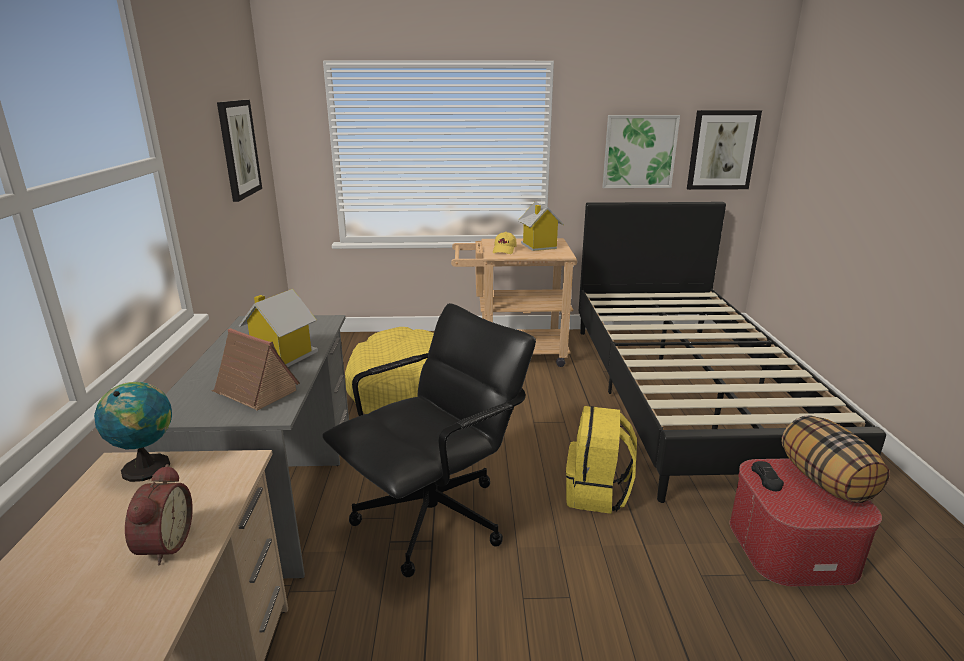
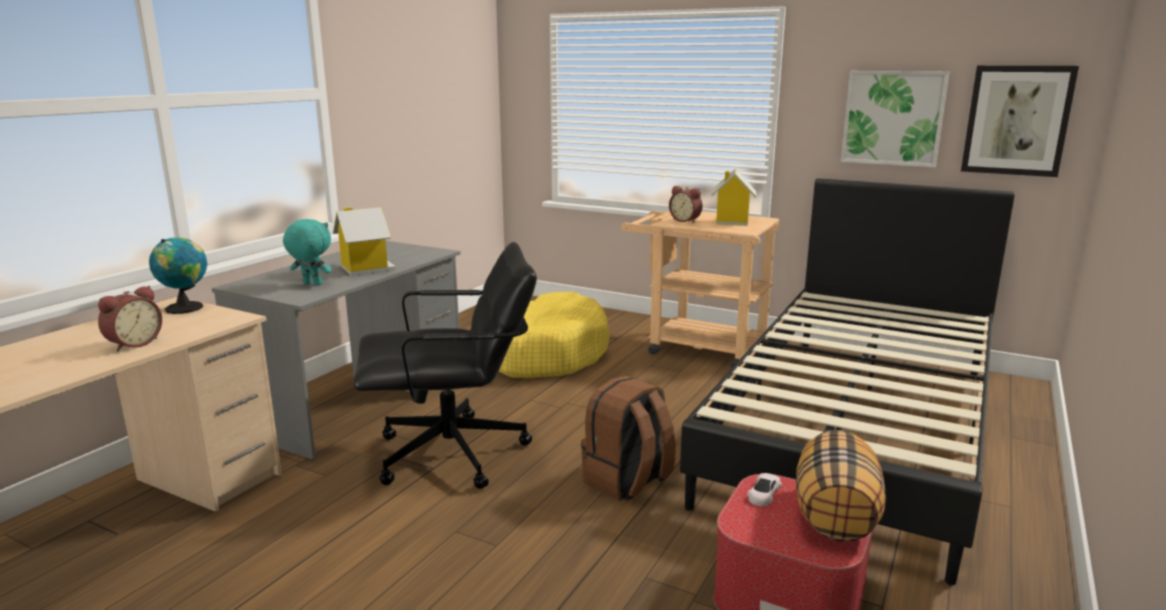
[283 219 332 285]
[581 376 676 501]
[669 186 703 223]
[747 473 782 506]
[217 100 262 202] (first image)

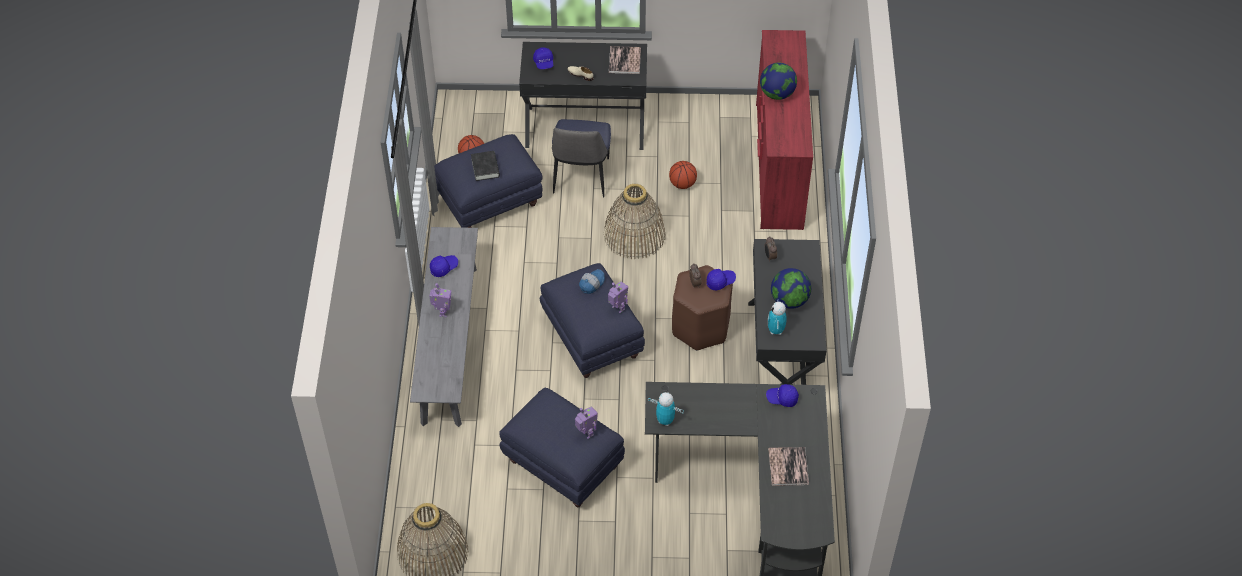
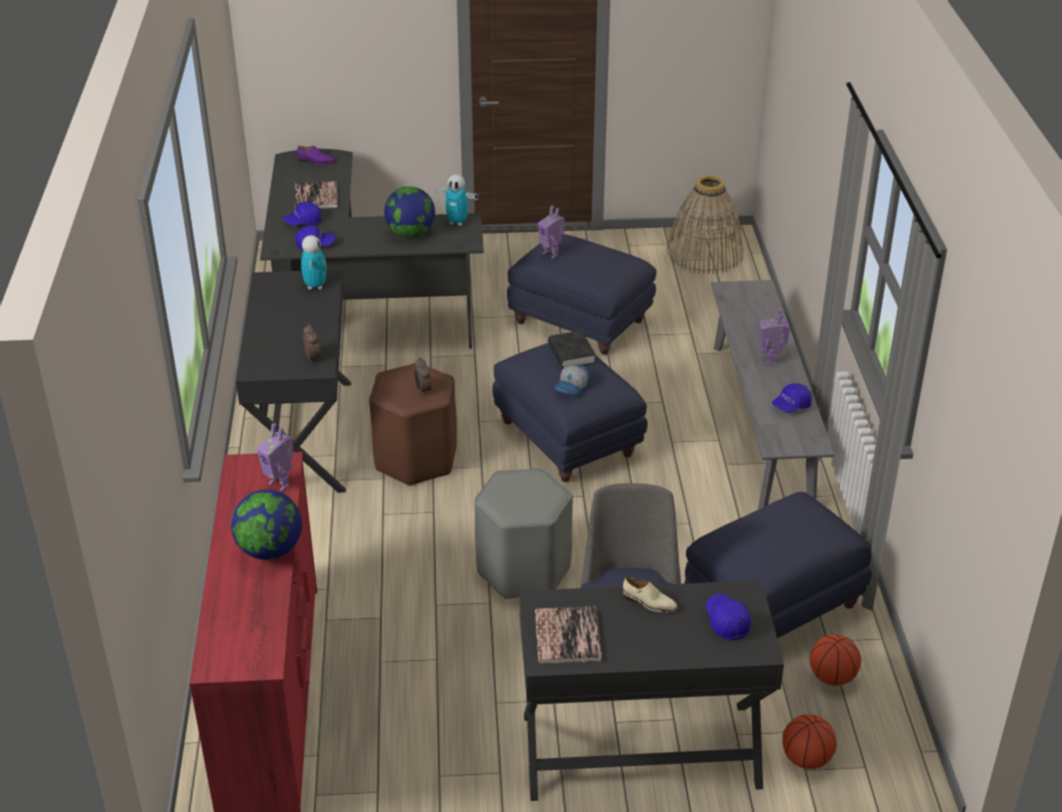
[257 423 294 491]
[283 202 321 225]
[297 146 335 165]
[384 186 435 238]
[474 468 573 599]
[548 330 596 369]
[782 714 836 769]

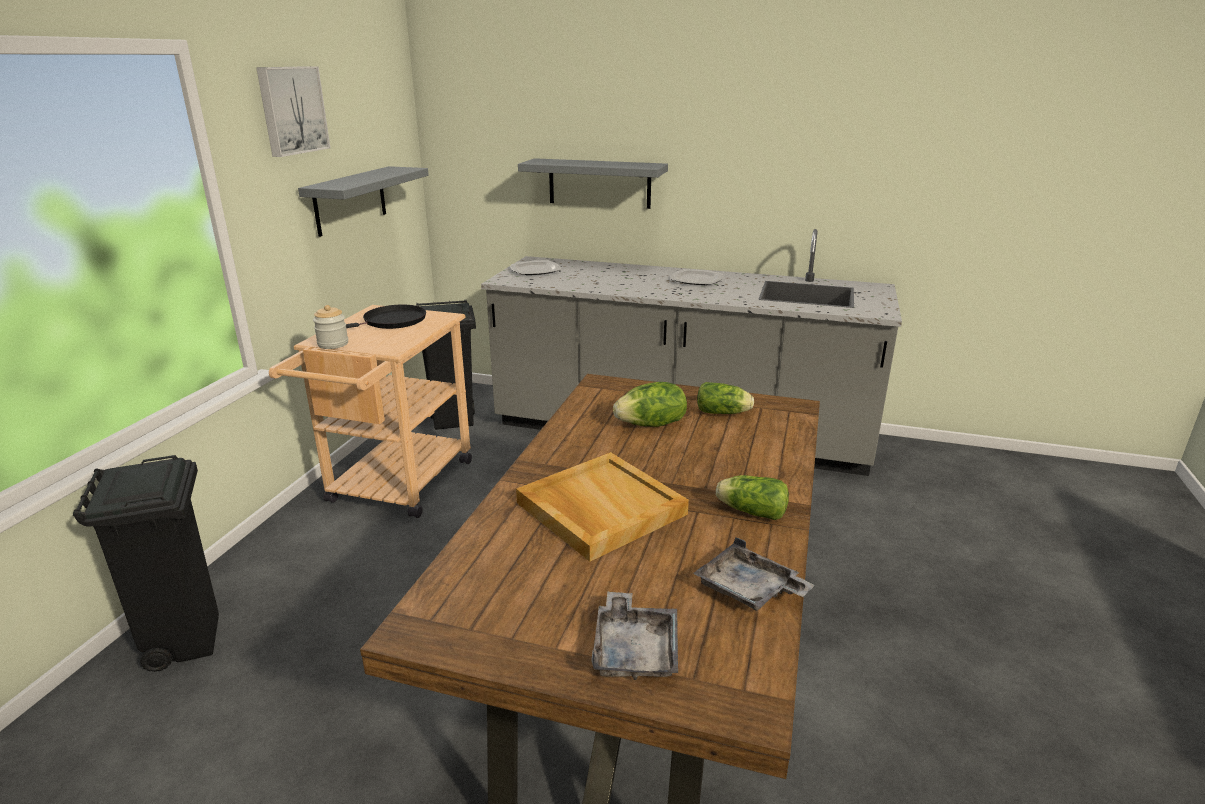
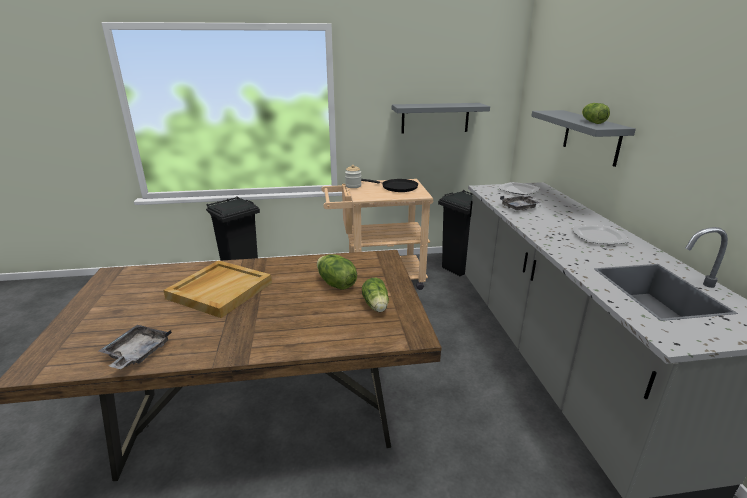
[500 195 540 210]
[582 103 610 124]
[256 66 330 157] (first image)

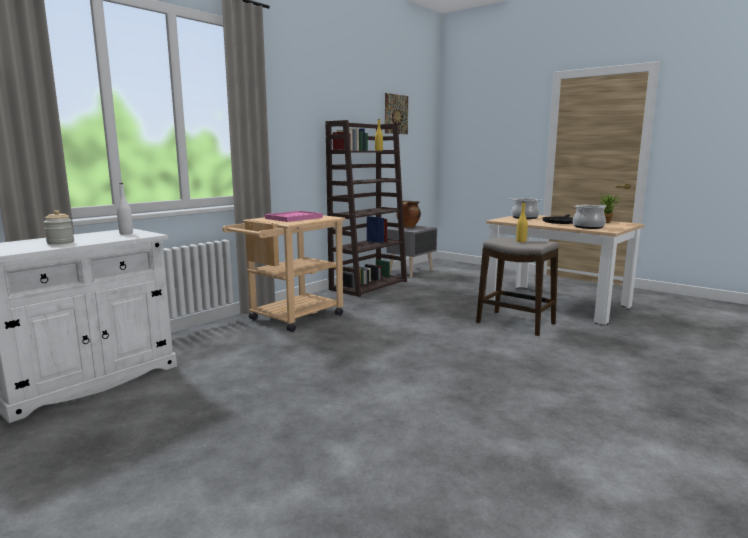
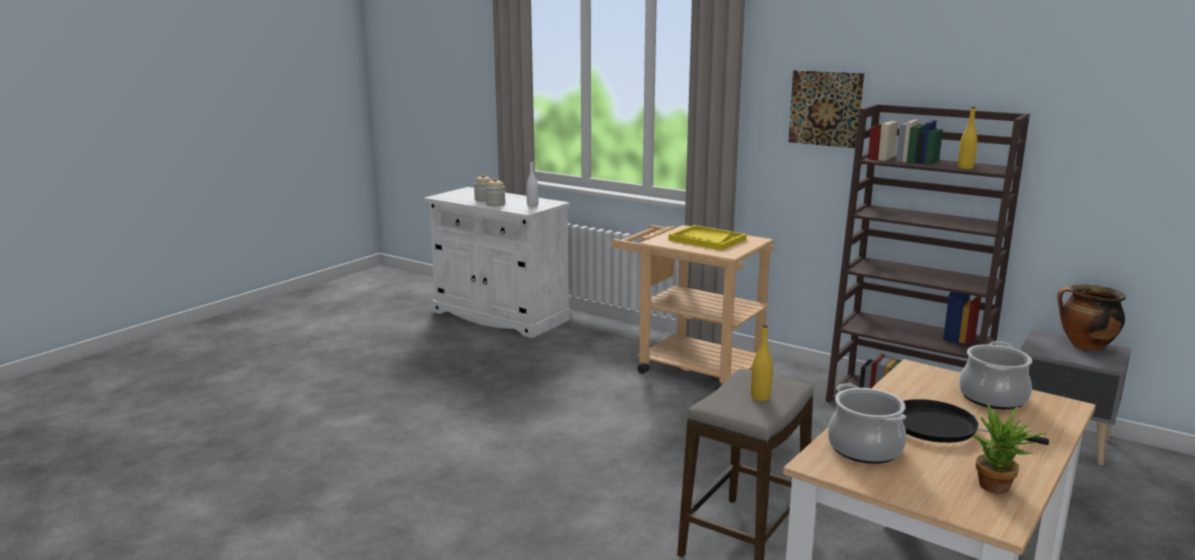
[485 178 505 206]
[668 225 747 250]
[788 70 864 148]

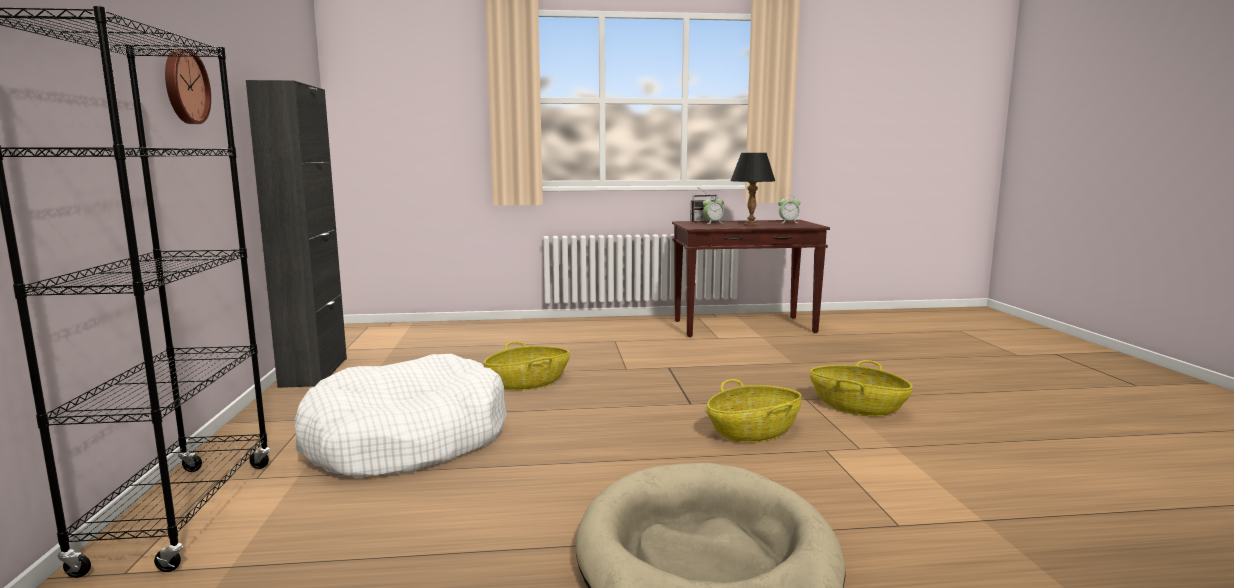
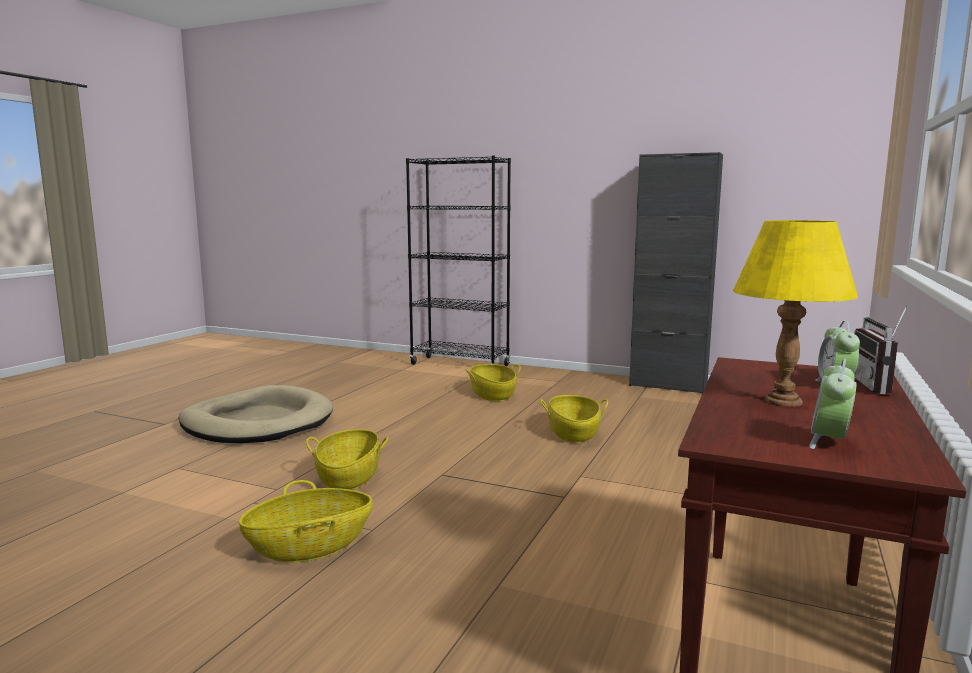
[465 364 521 401]
[733 220 858 407]
[165 48 211 124] (first image)

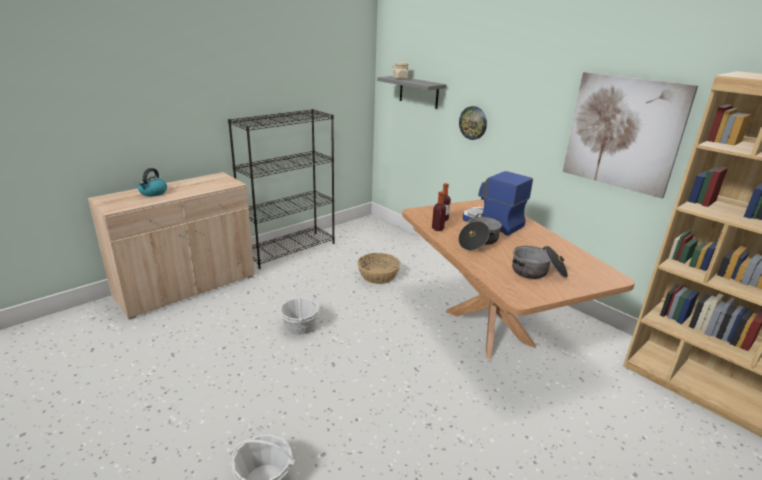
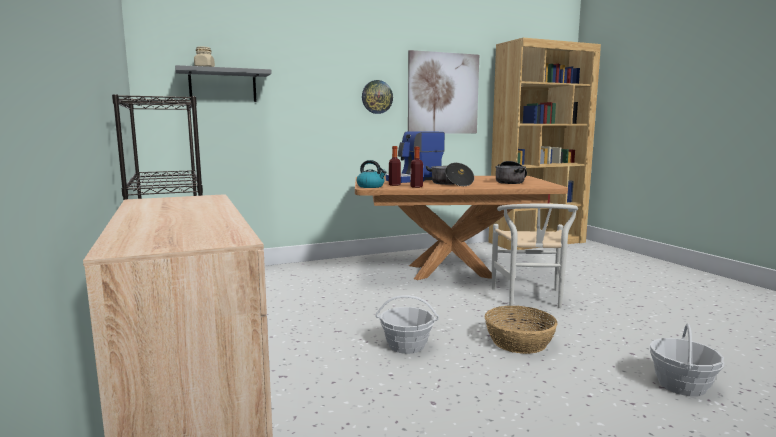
[357 160 387 188]
[362 80 393 114]
[485 306 558 354]
[492 204 578 308]

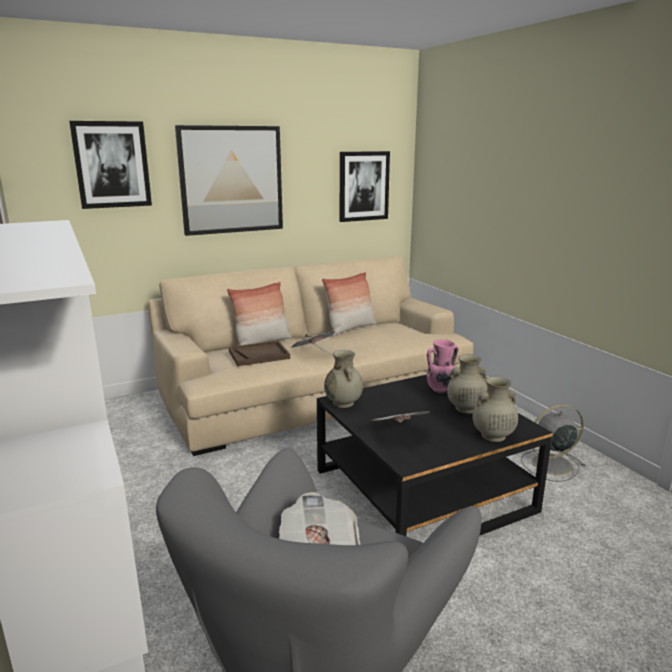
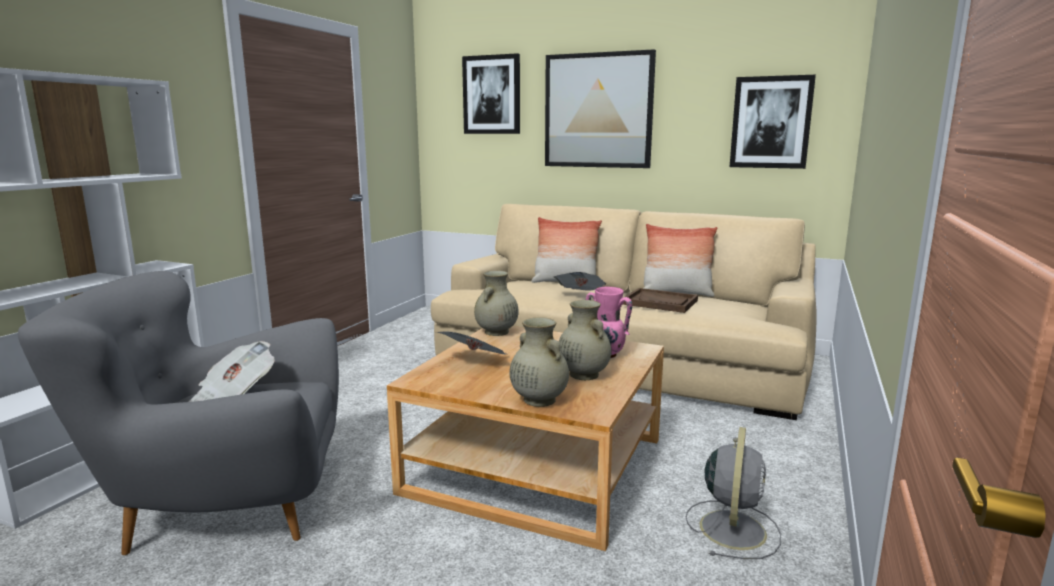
[387 326 664 551]
[622 288 698 313]
[686 427 781 559]

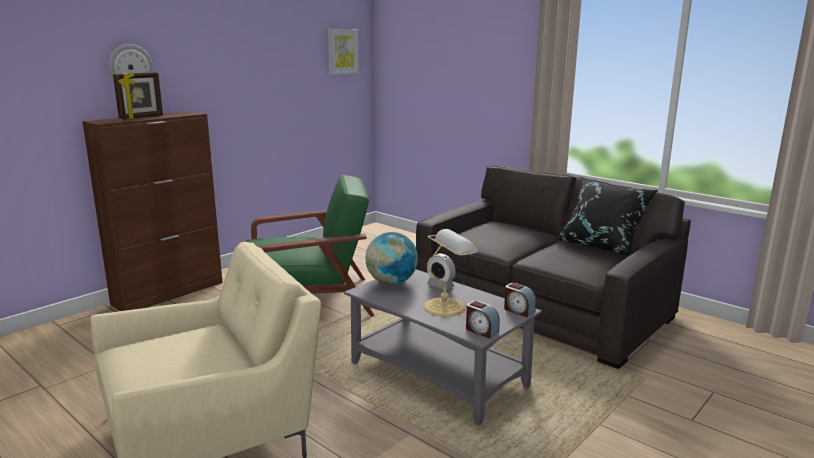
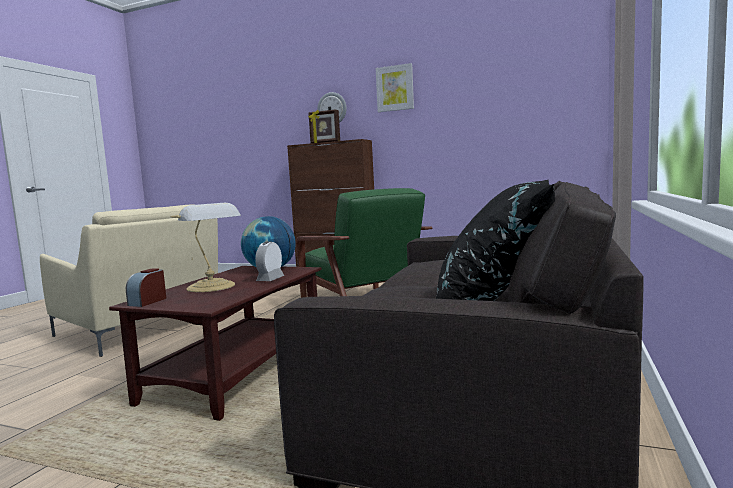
[109 266 321 421]
[376 63 414 112]
[504 283 536 317] (first image)

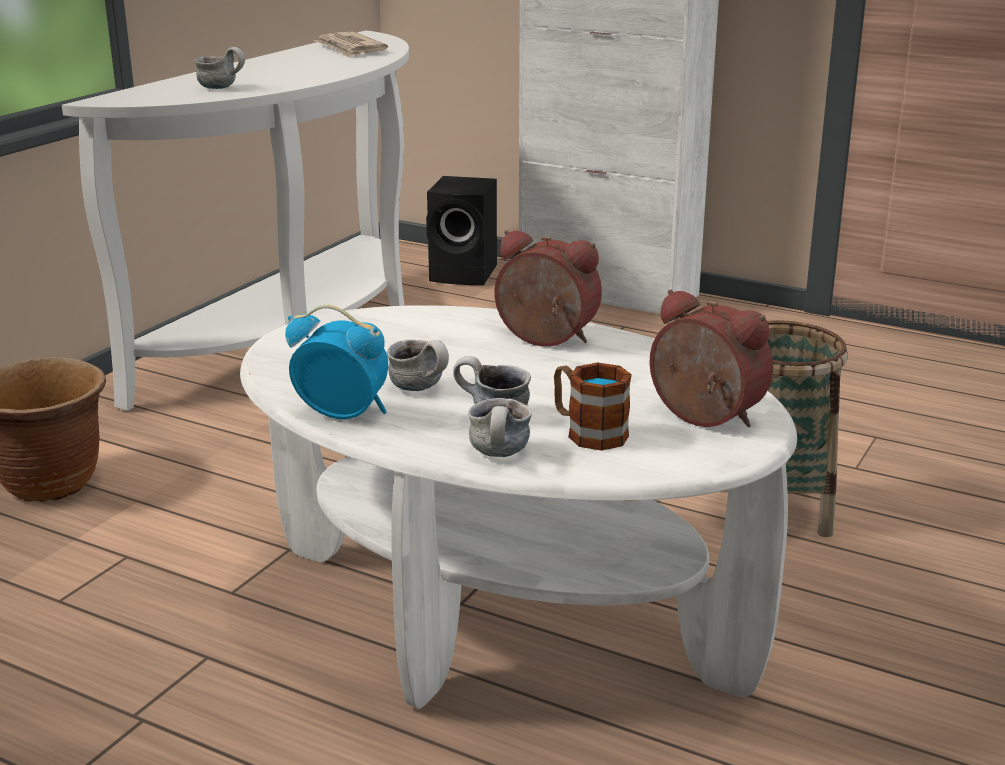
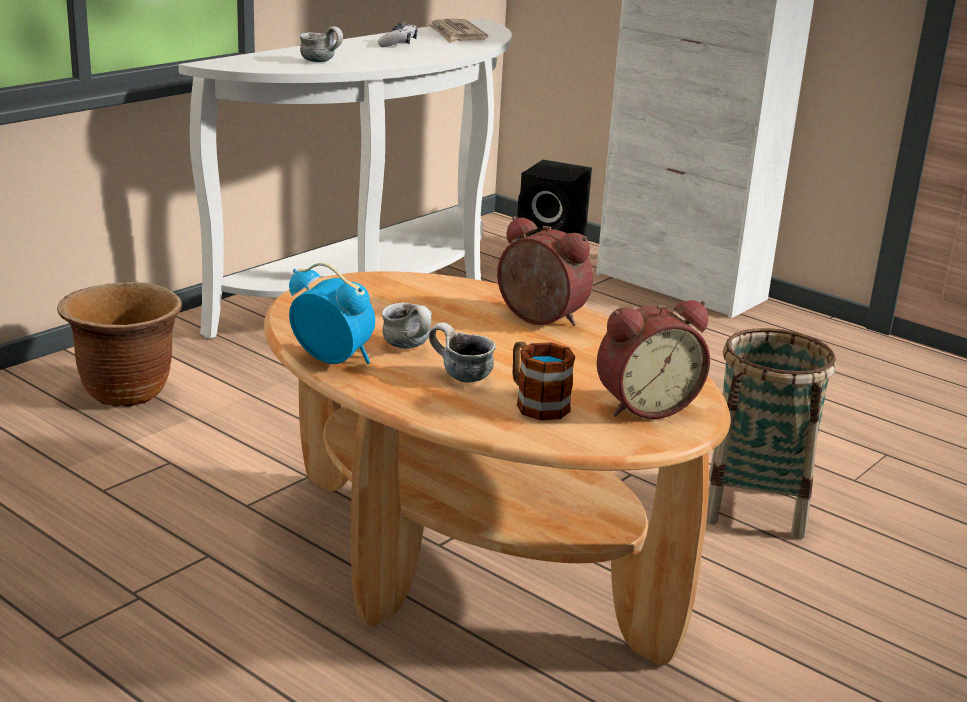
[264 271 731 665]
[378 23 418 47]
[597 300 710 419]
[468 398 532 457] (first image)

